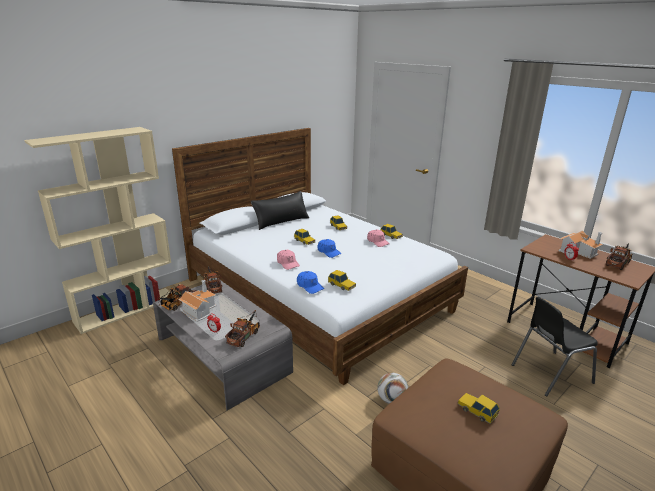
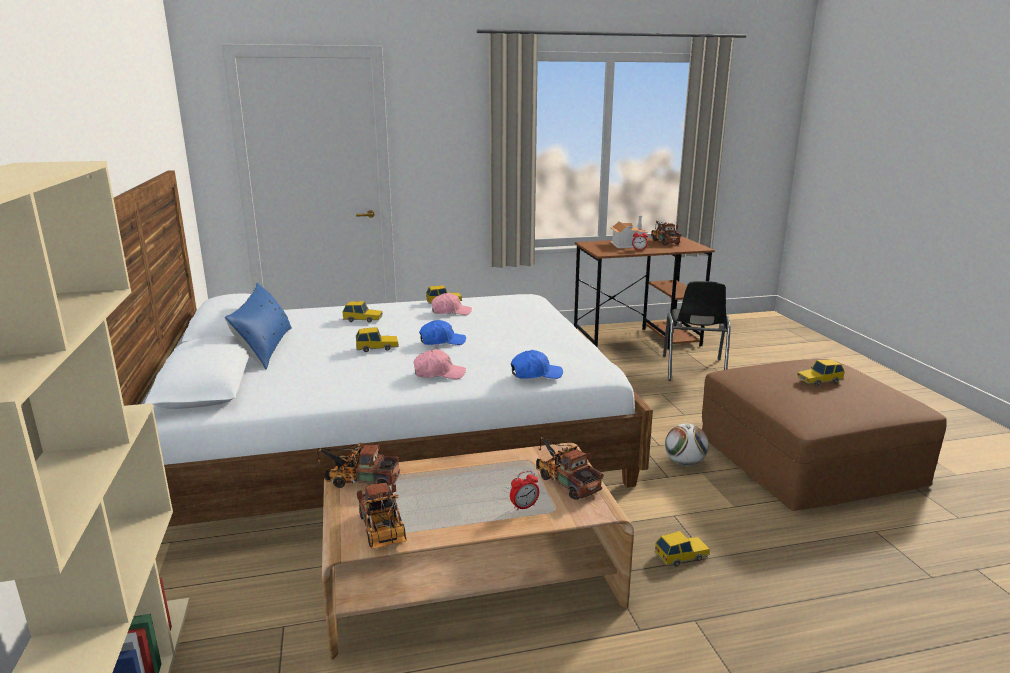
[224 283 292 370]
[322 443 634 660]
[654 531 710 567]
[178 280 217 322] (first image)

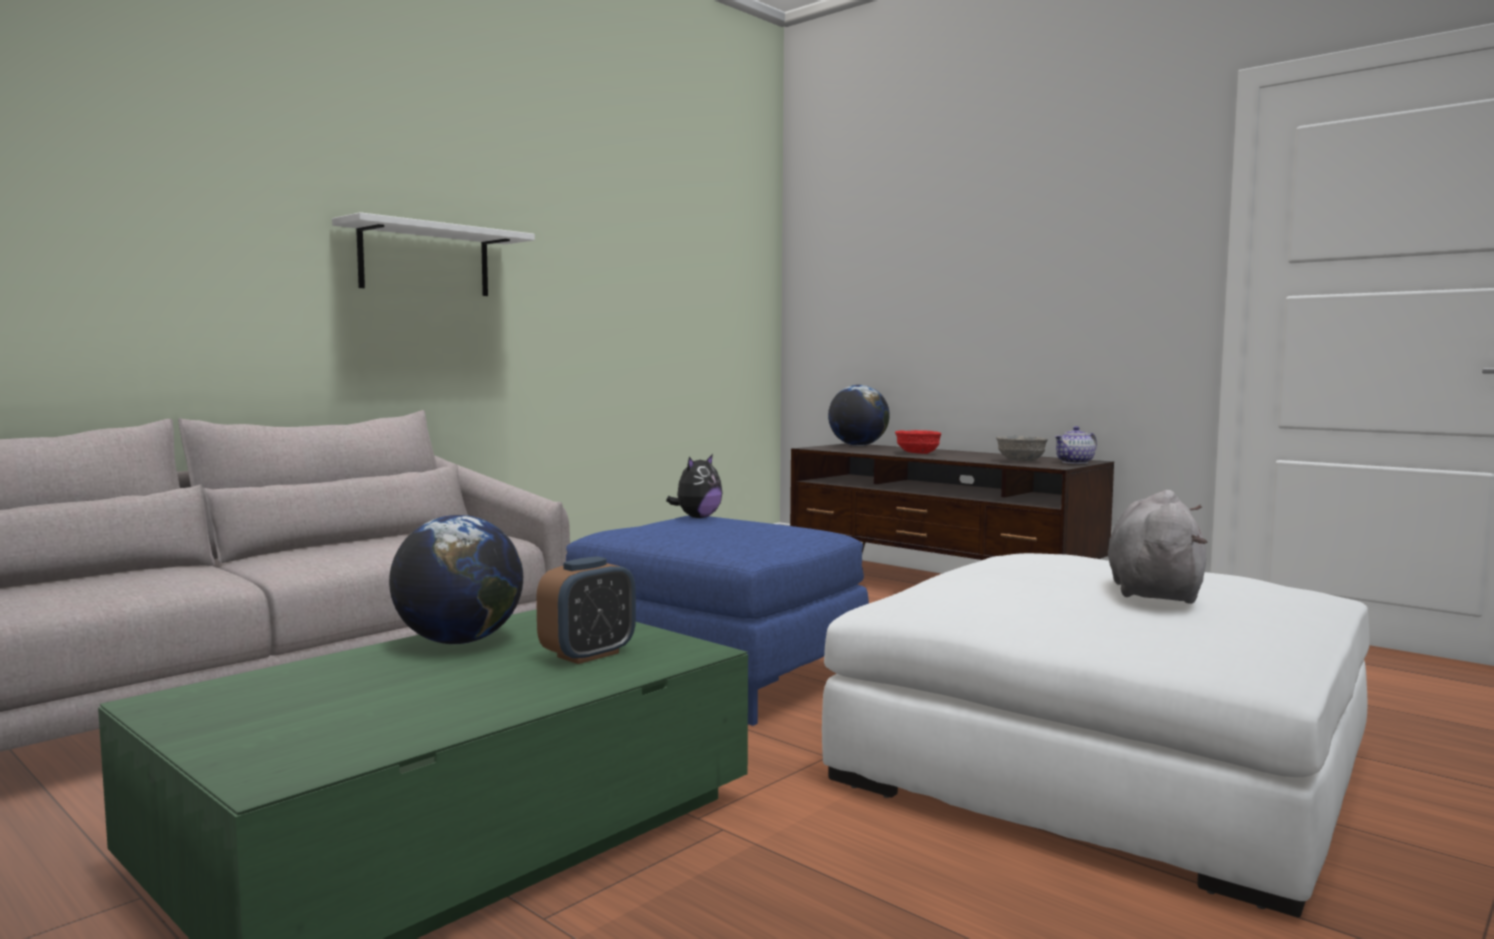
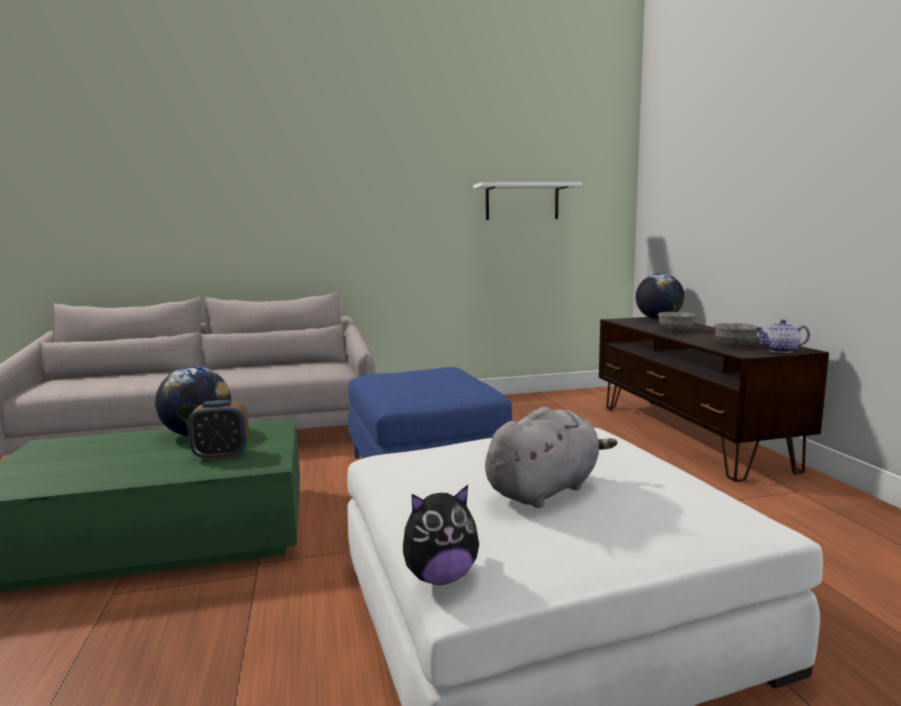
[403 485 479 585]
[473 182 582 220]
[658 312 696 332]

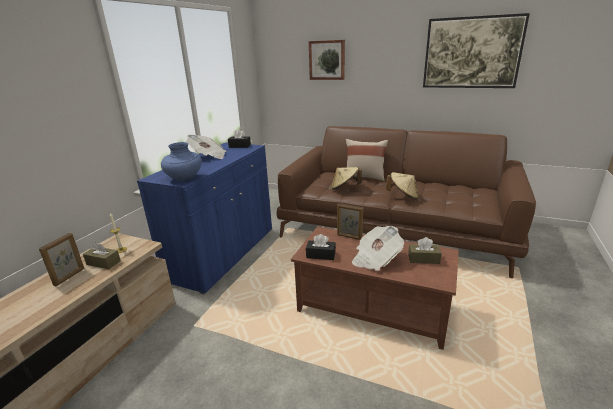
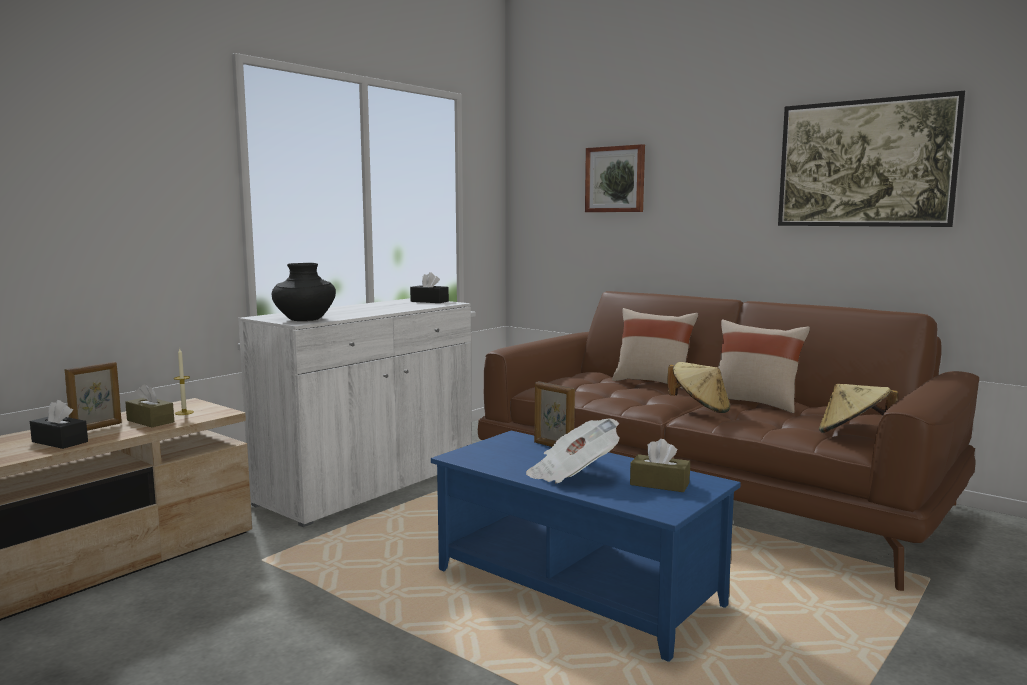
[30 400 88 449]
[238 298 472 527]
[272 263 336 321]
[431 431 741 662]
[718 320 810 413]
[819 384 899 433]
[186 134 226 159] (first image)

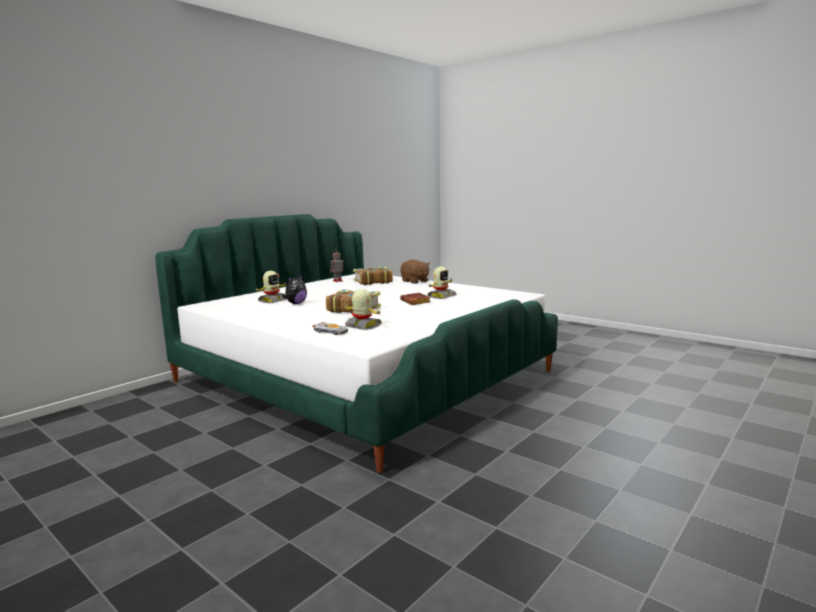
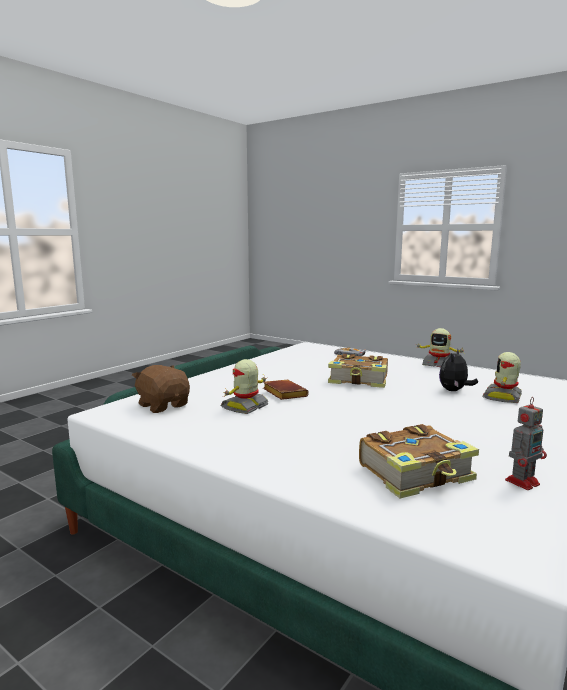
[132 365 190 413]
[415 328 466 367]

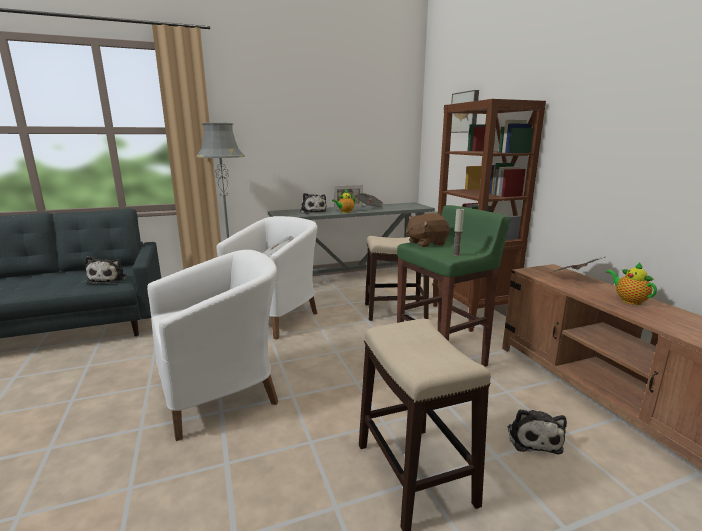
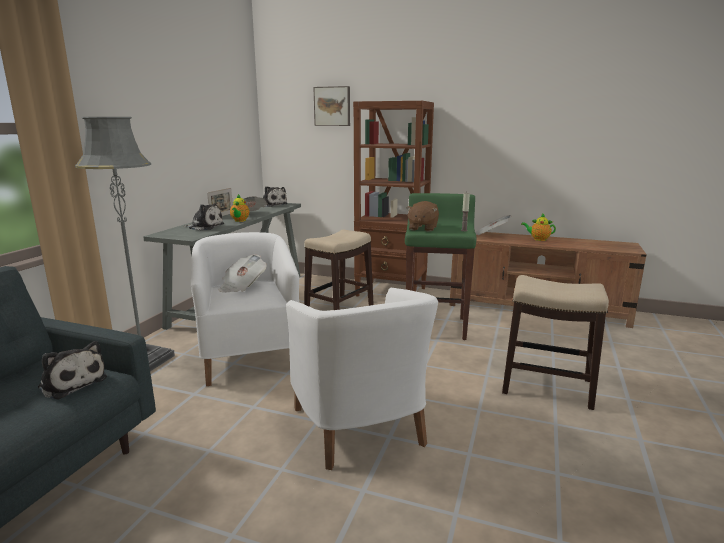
[263 186 288 207]
[286 288 438 470]

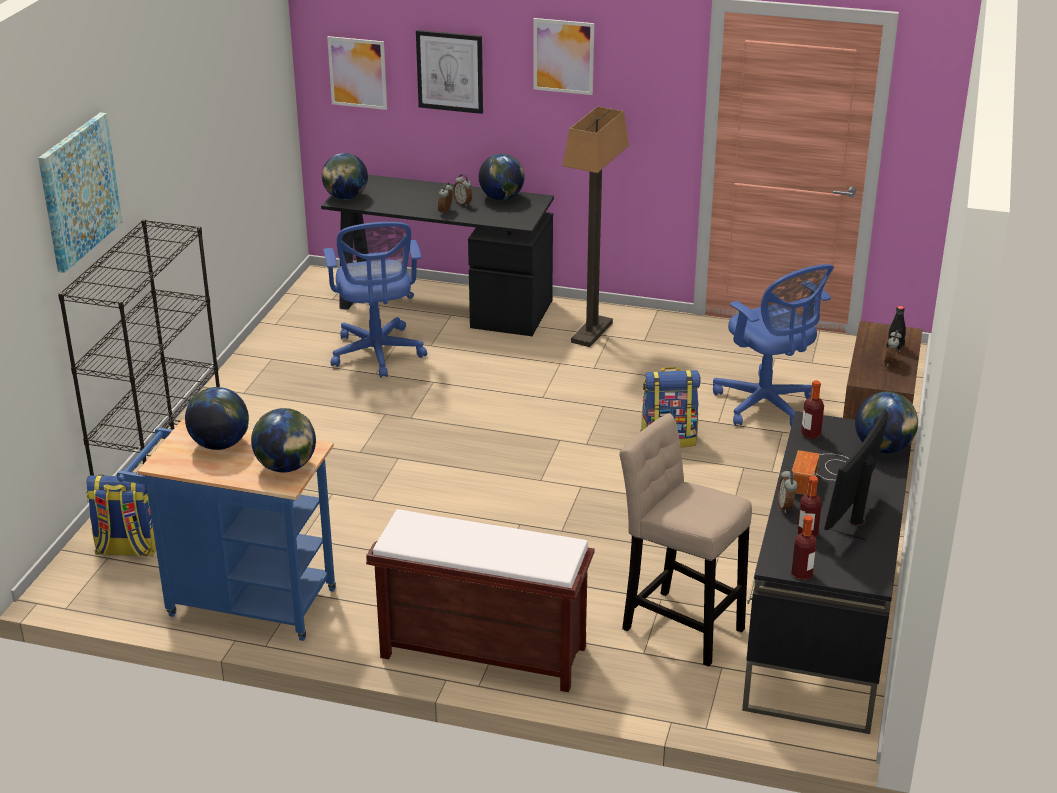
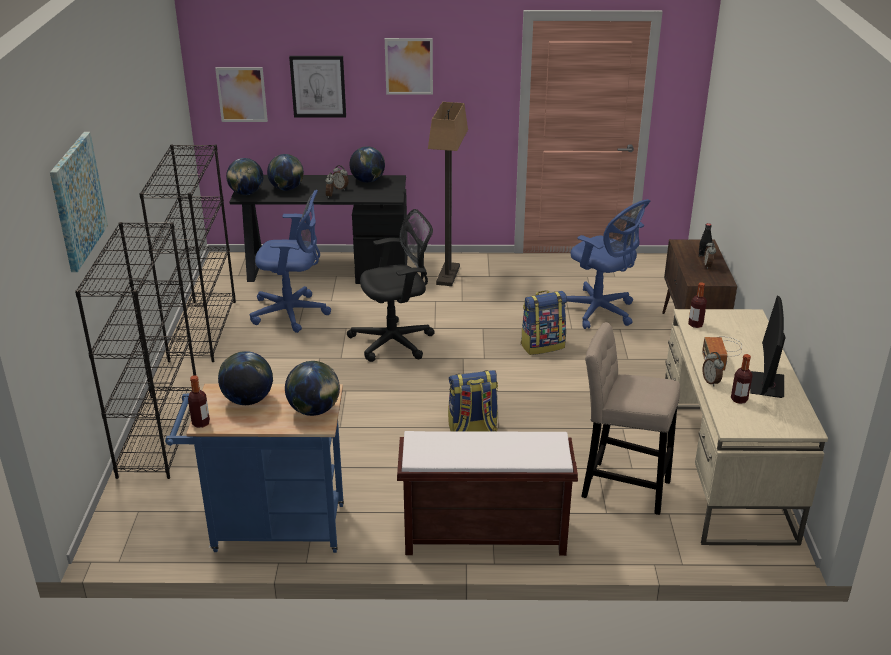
[139 144 236 362]
[188 375 210 428]
[250 190 331 333]
[267 154 304 191]
[347 209 435 362]
[448 370 498 432]
[665 309 828 546]

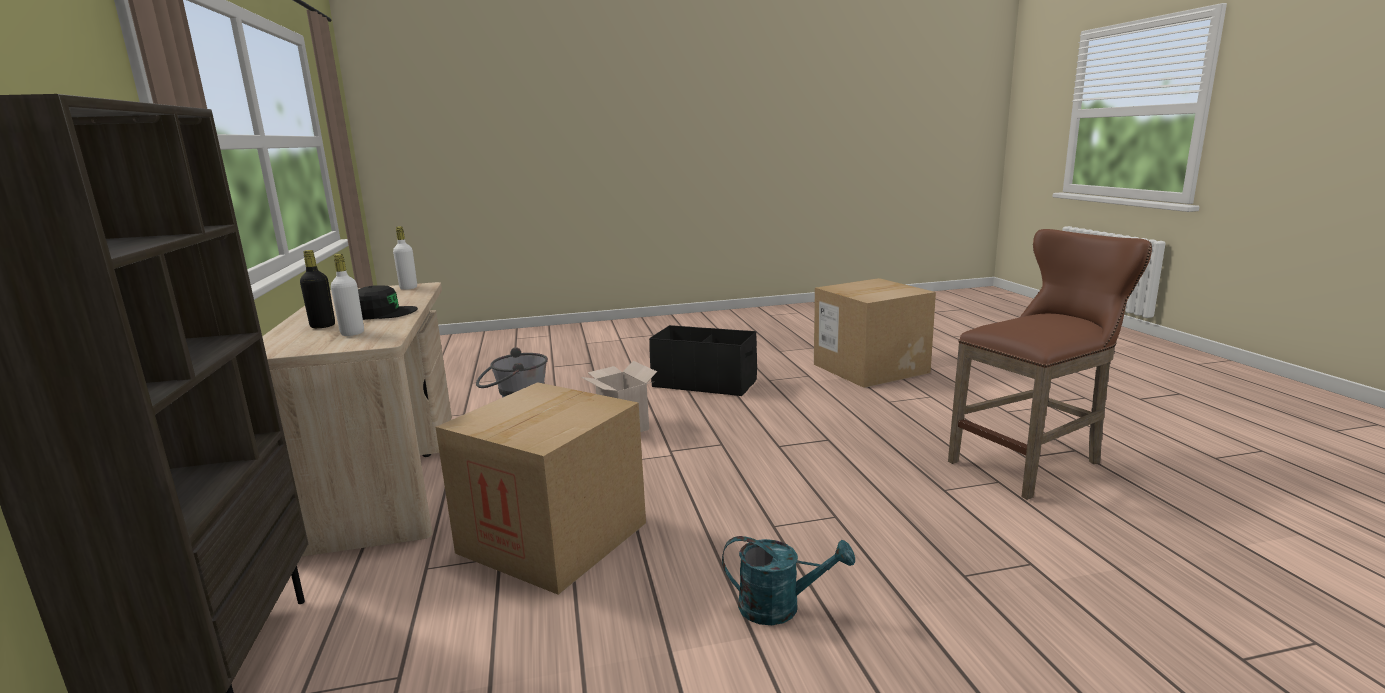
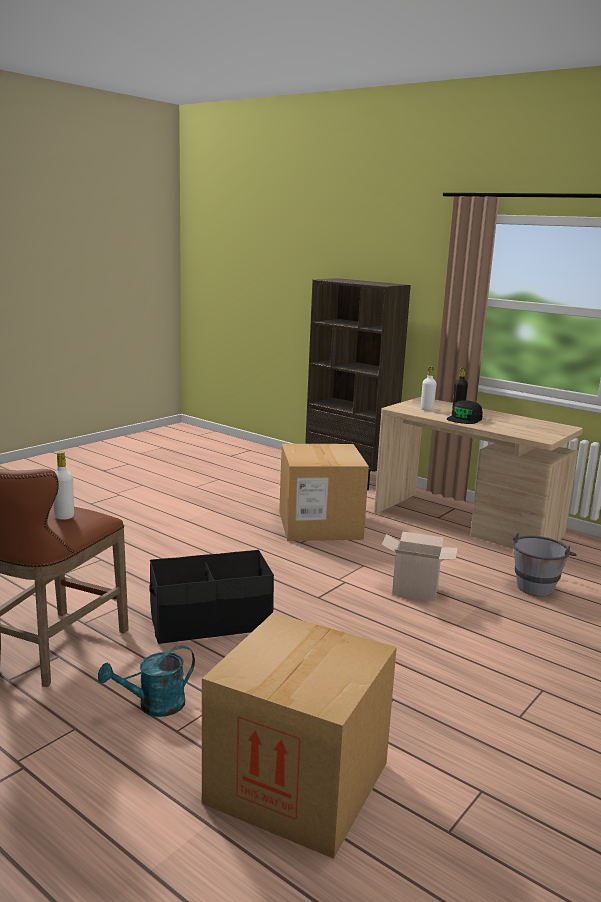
[54 452 74 520]
[98 645 195 717]
[150 550 274 644]

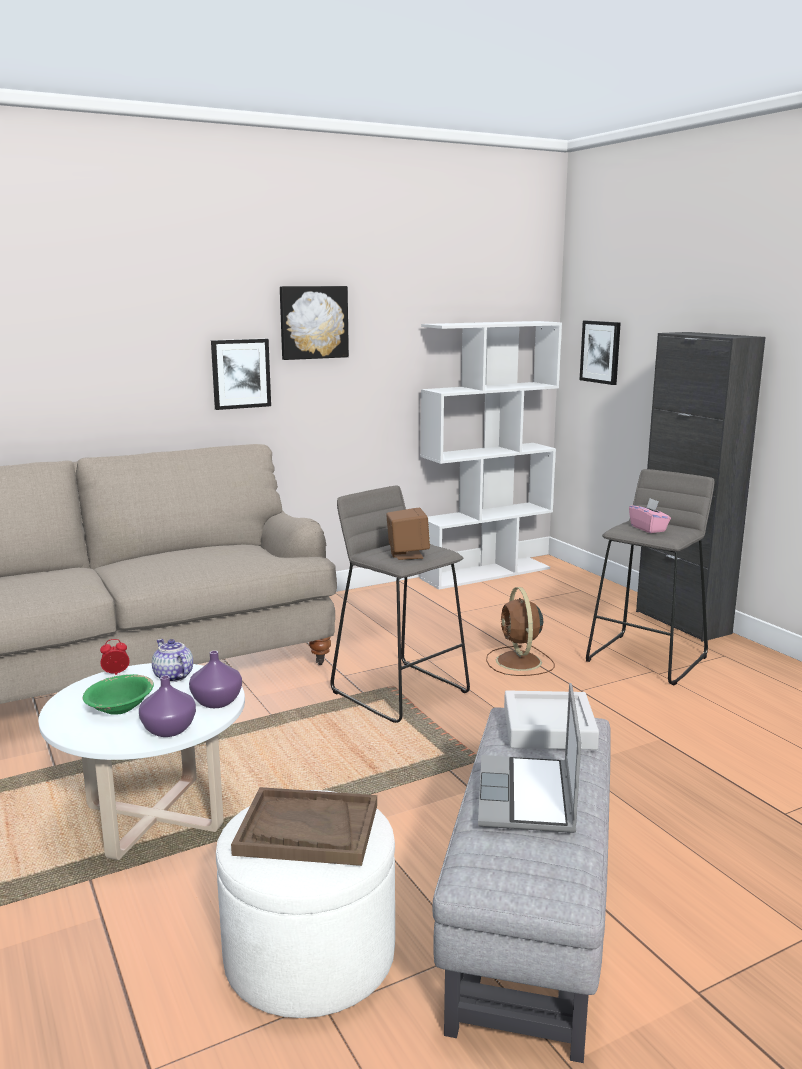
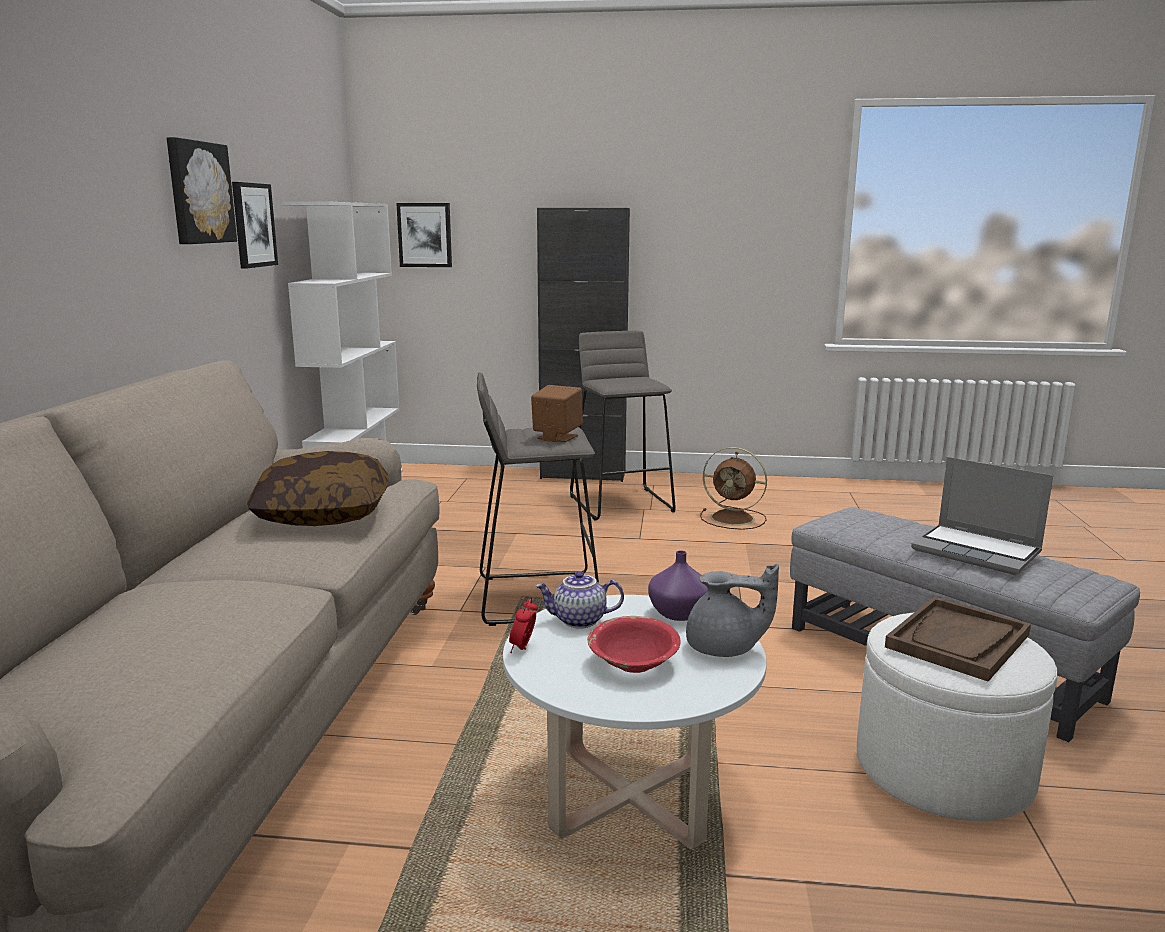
[232 182 278 269]
[247 451 389 526]
[587 616 681 673]
[686 564 779 657]
[700 447 767 530]
[504 690 599 750] (first image)
[629 498 671 533] (first image)

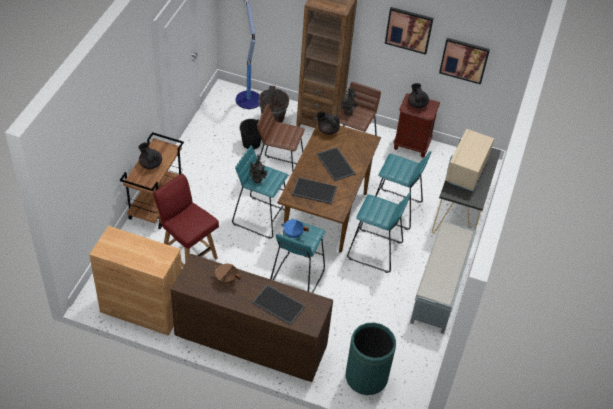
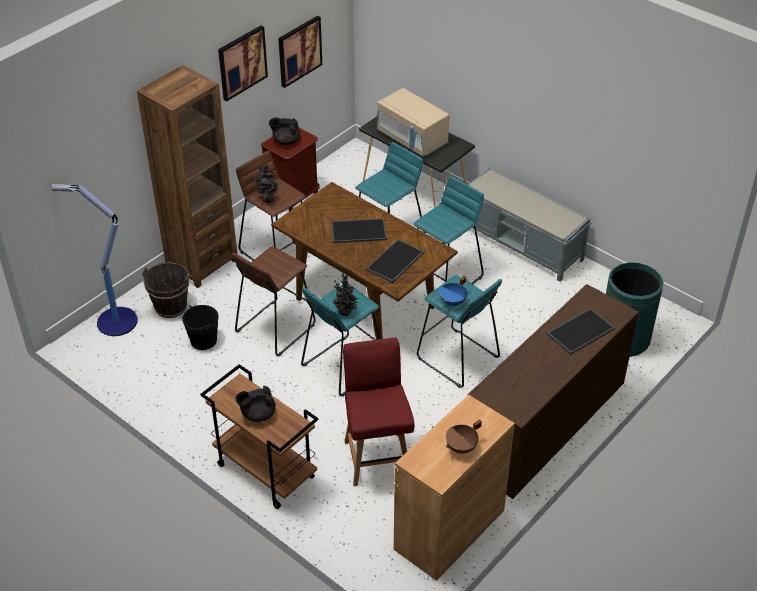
[343 338 414 486]
[446 419 482 454]
[316 111 340 135] (first image)

